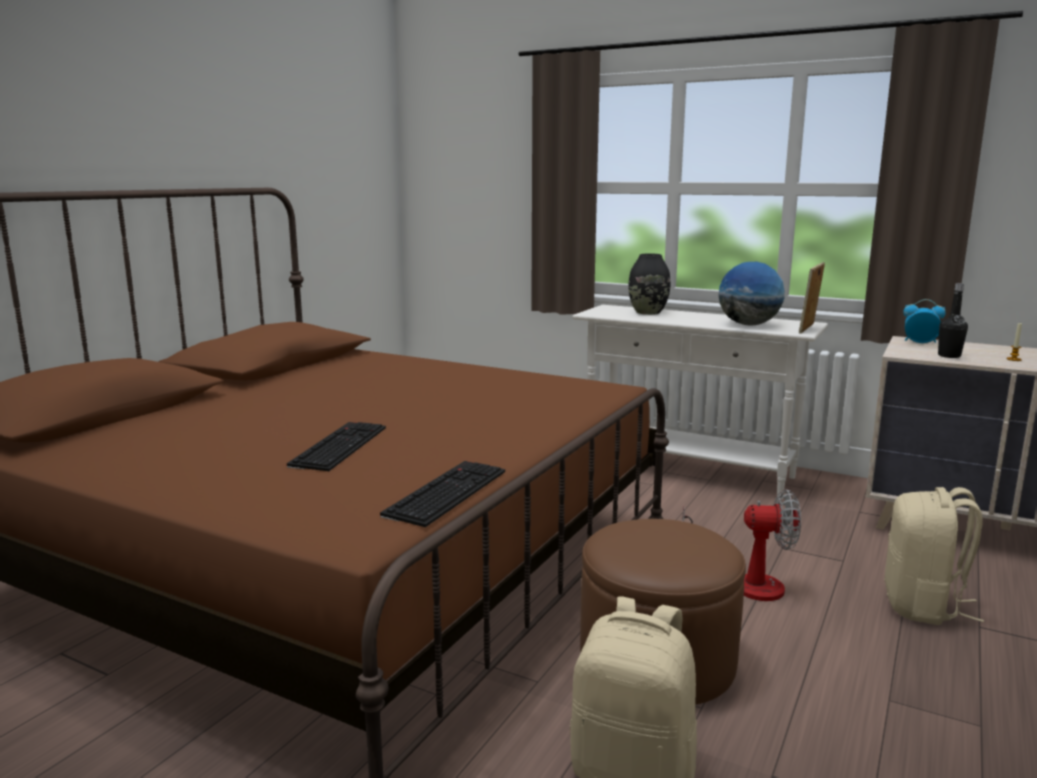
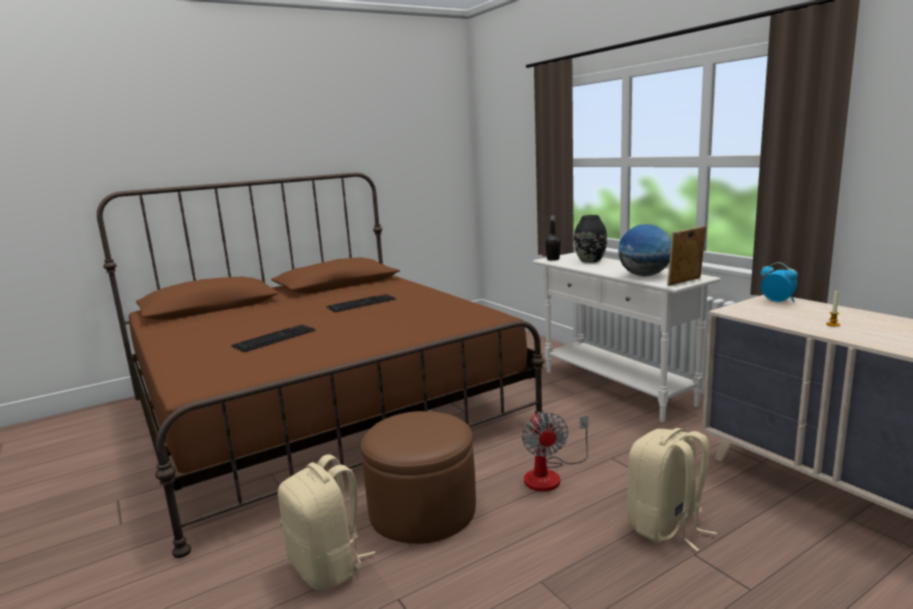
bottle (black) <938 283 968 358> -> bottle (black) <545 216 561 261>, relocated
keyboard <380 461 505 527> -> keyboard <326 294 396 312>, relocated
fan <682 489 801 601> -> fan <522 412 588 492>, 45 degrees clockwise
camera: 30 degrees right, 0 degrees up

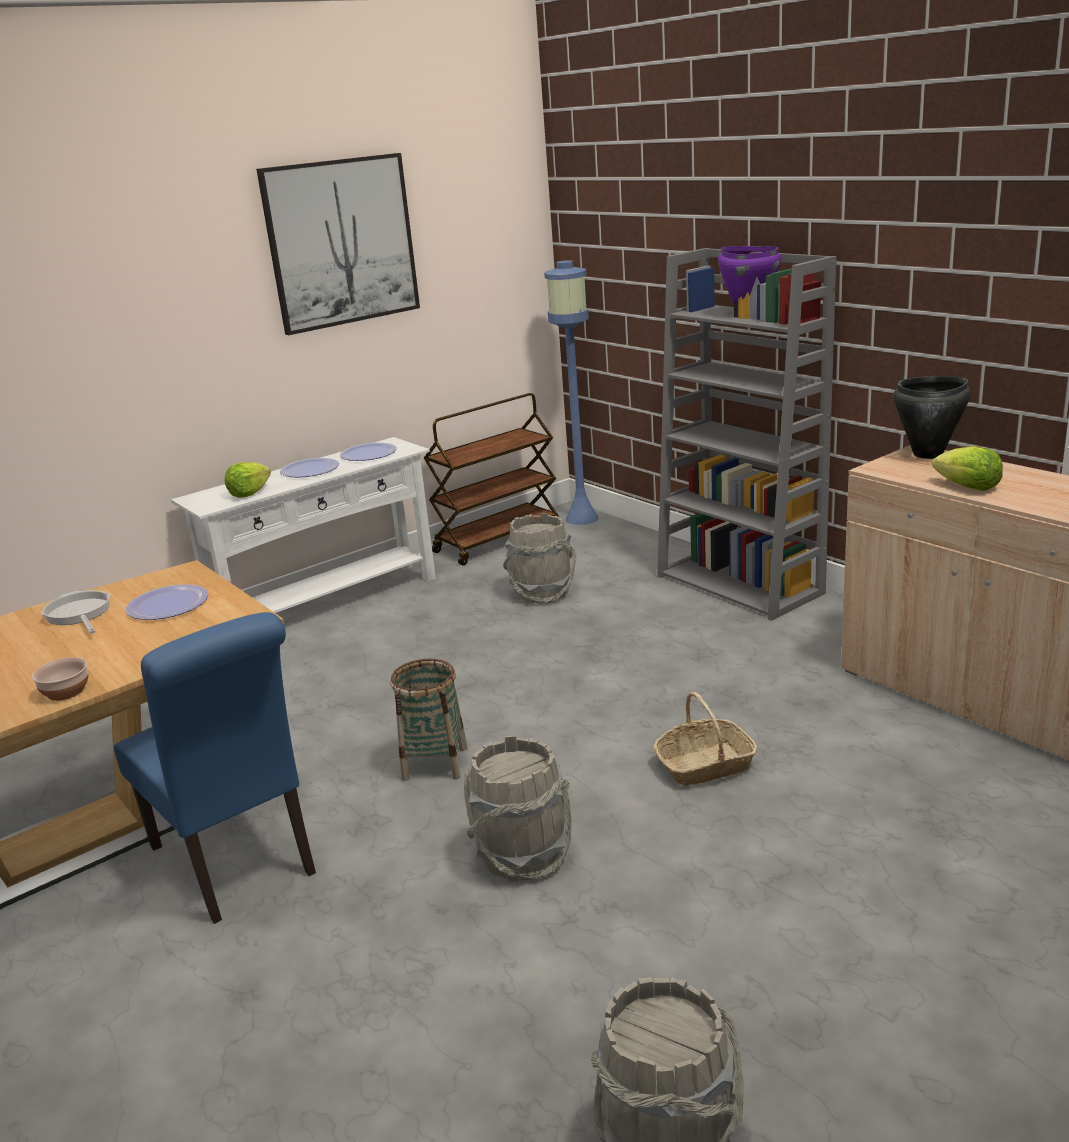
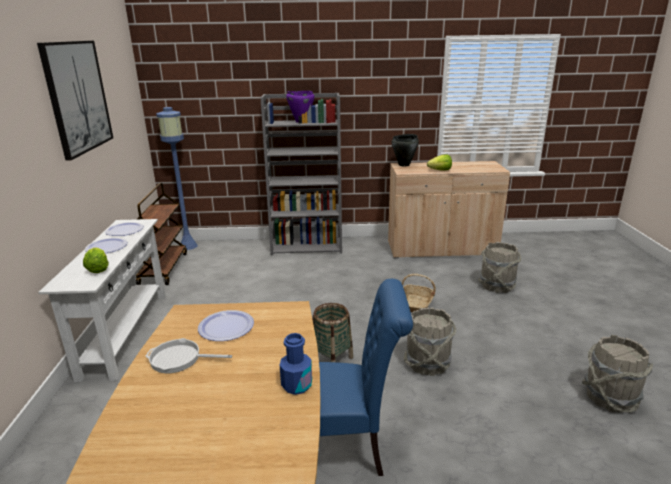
bucket (grey) <503 513 577 603> -> bucket (grey) <478 242 521 293>, relocated
bowl <32 657 88 701> -> bottle (blue) <280 333 312 395>
camera: 55 degrees left, 0 degrees up

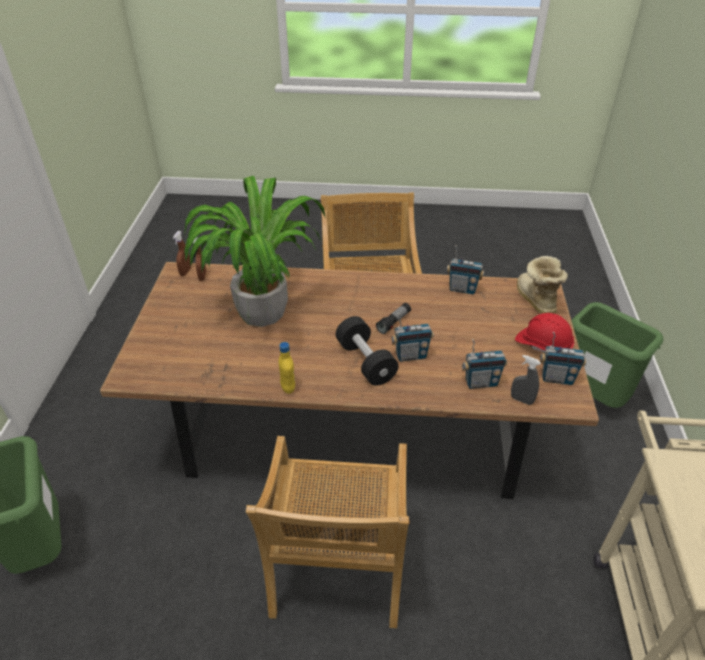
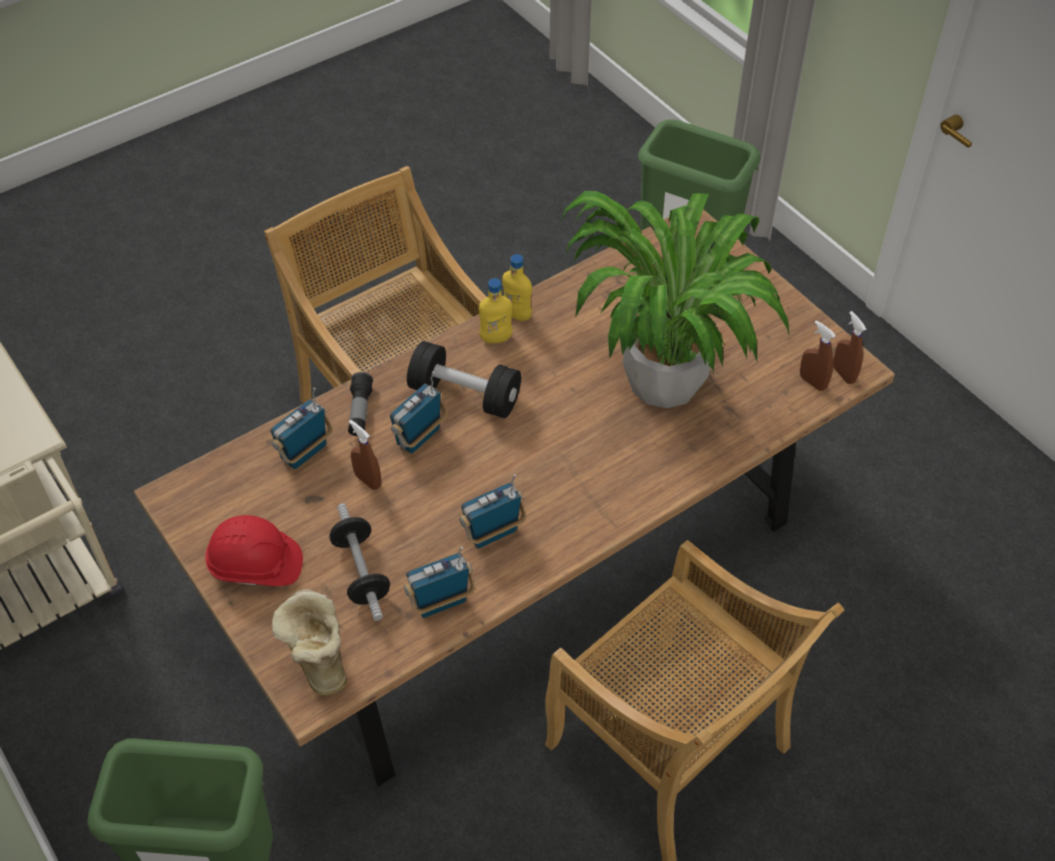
boot <517 256 568 314> -> boot <272 589 347 695>, 150 degrees counterclockwise
flashlight <376 303 411 334> -> flashlight <348 372 373 436>, relocated
radio <540 332 586 385> -> radio <459 474 526 549>, relocated
spray bottle (grey) <511 355 541 405> -> none
none -> bottle (yellow) <479 278 513 343>
none -> spray bottle (brown) <349 420 381 490>
none -> dumbbell <329 503 390 621>
camera: 140 degrees right, 10 degrees up

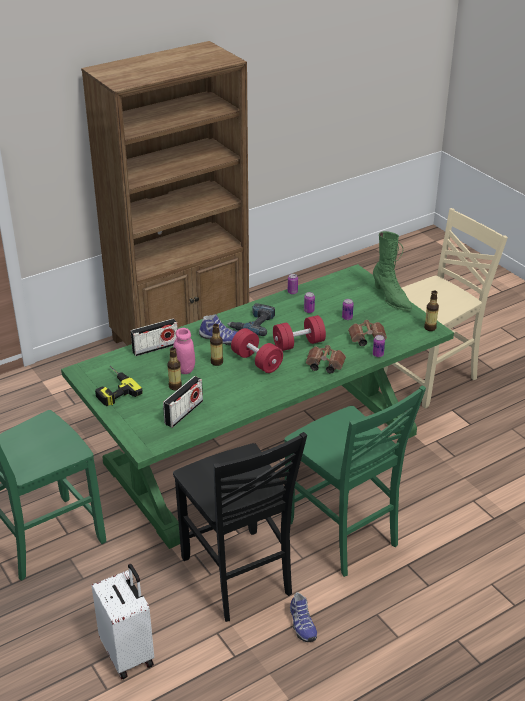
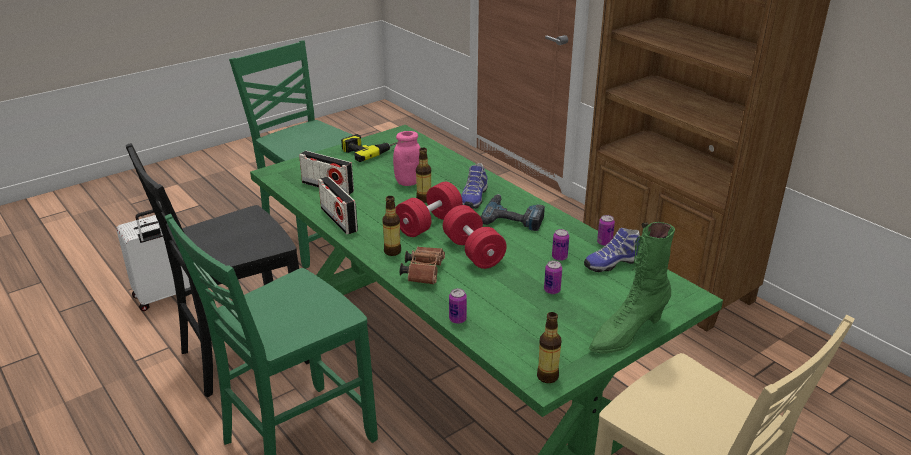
radio <131 318 178 356> -> radio <318 176 358 234>, relocated
binoculars (brown) <348 320 387 346> -> none
bottle <167 347 182 390> -> bottle <382 196 401 256>, relocated
shoe <290 592 317 642> -> shoe <584 228 640 272>, relocated
camera: 85 degrees right, 5 degrees down

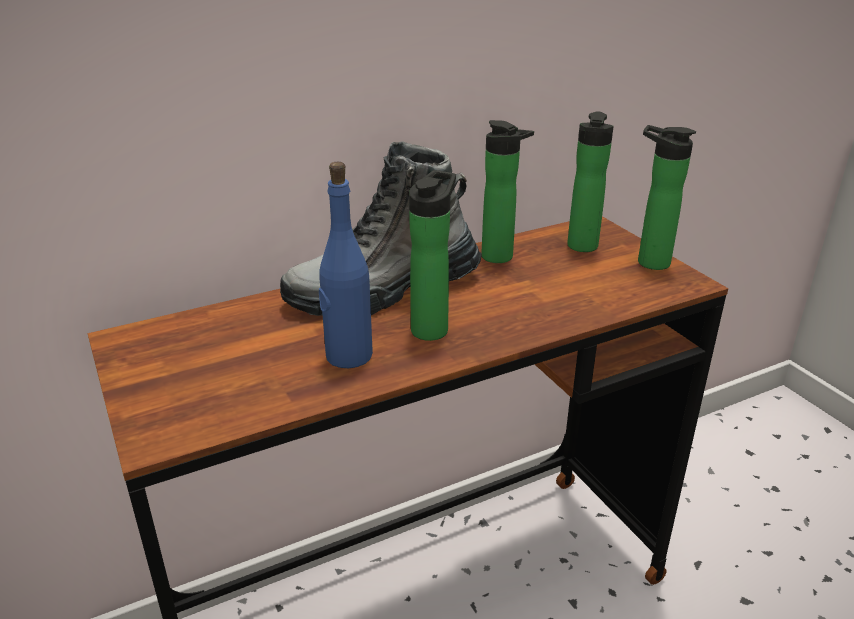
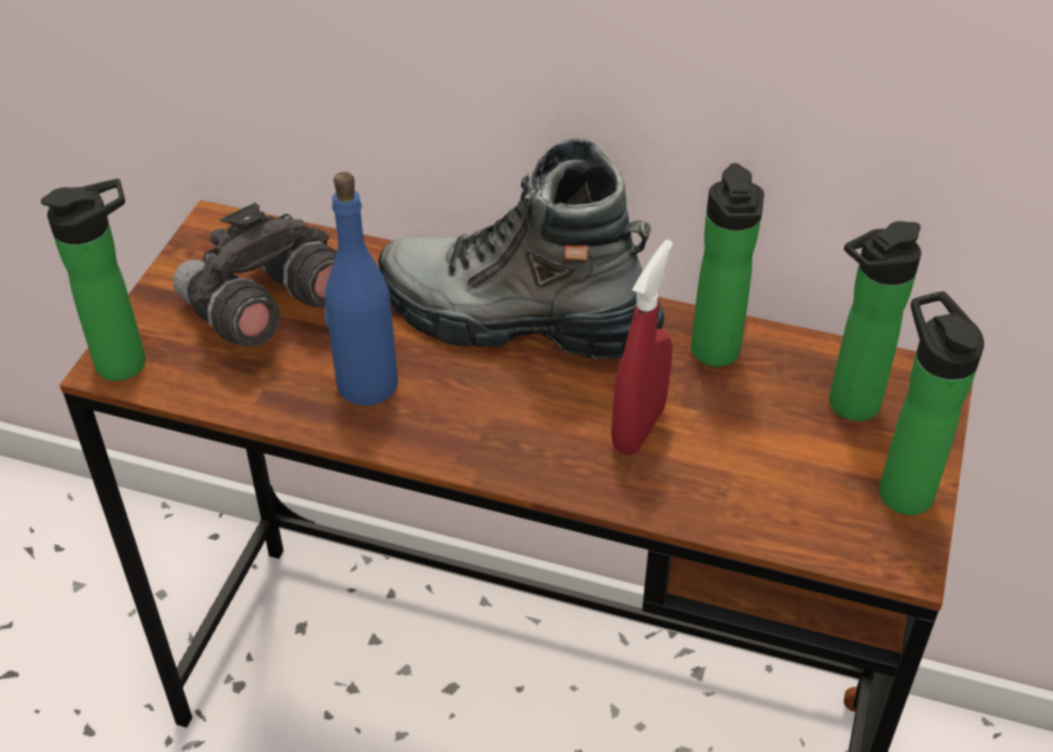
bottle <409 170 456 341> -> bottle <41 179 146 381>, relocated
none -> binoculars (grey) <173 202 337 347>
none -> spray bottle (red) <611 240 673 455>
camera: 45 degrees right, 15 degrees up

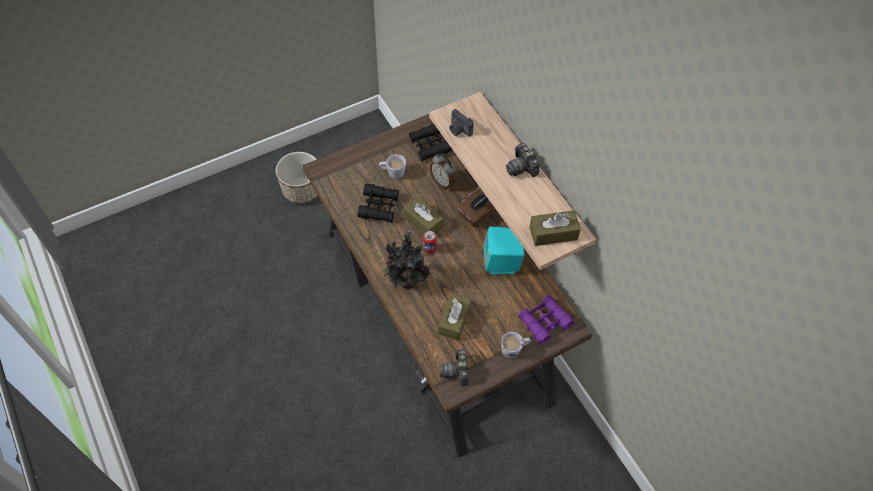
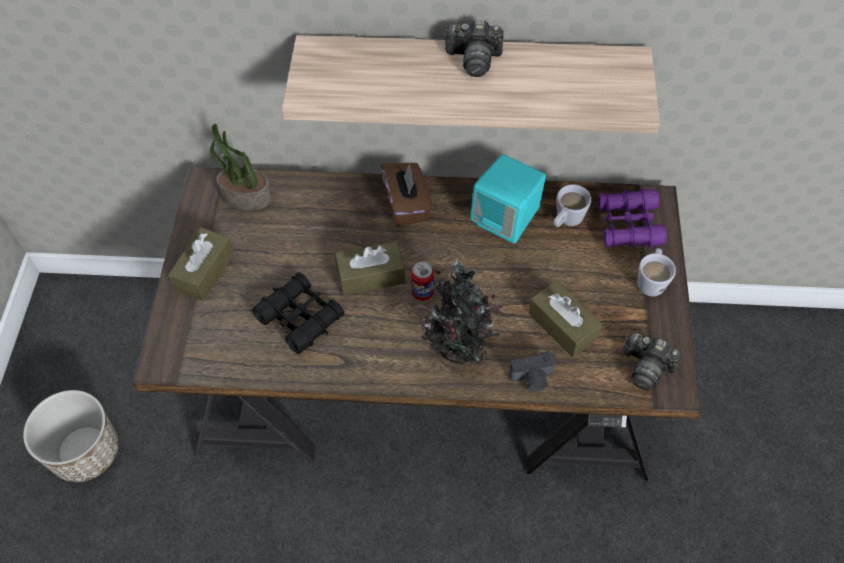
photo camera <449 109 474 137> -> photo camera <509 351 556 392>, relocated
binoculars (black) <409 124 453 161> -> potted plant <210 124 273 210>
mug (white) <379 154 406 179> -> mug (white) <553 184 591 227>, relocated
alarm clock <430 154 456 189> -> none
tissue box (brown) <529 210 581 246> -> tissue box (brown) <168 227 234 301>, relocated
camera: 55 degrees left, 0 degrees up

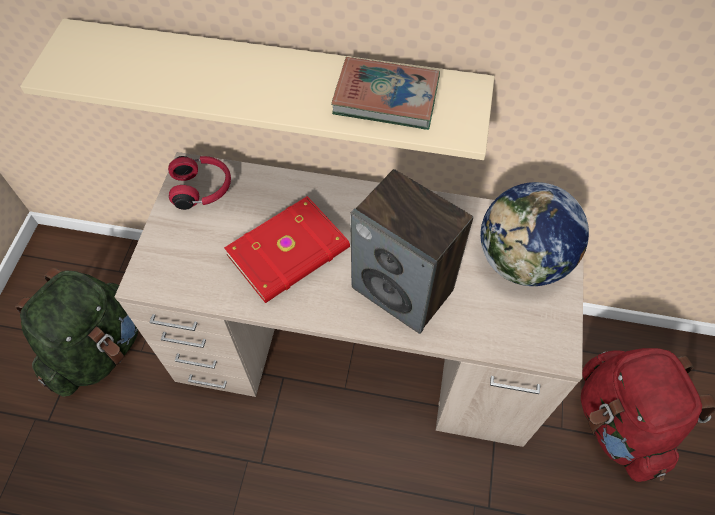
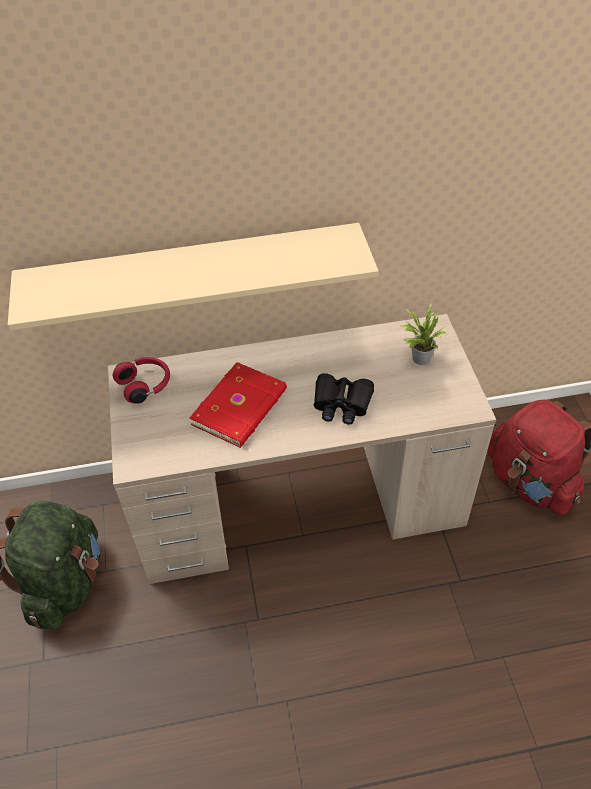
book <331 57 440 130> -> none
speaker <350 169 473 334> -> binoculars (black) <314 373 374 425>
globe <480 182 589 286> -> potted plant <401 303 447 365>
camera: 20 degrees left, 10 degrees down

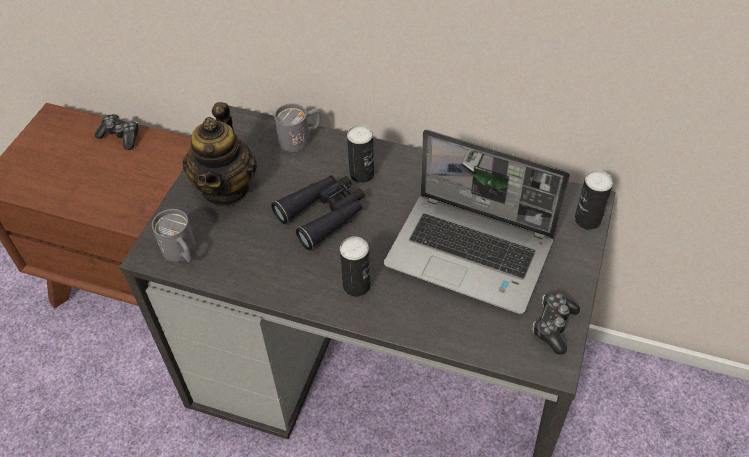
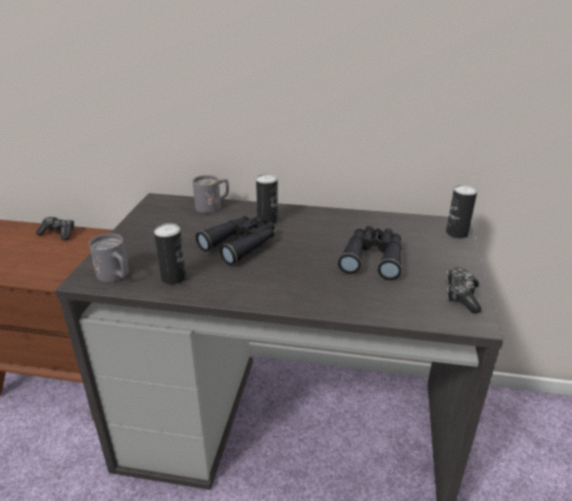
teapot <182 102 257 207> -> none
laptop <384 130 570 314> -> binoculars (black) <338 226 402 280>
can <340 236 371 297> -> can <154 223 186 285>, relocated
camera: 10 degrees left, 20 degrees down

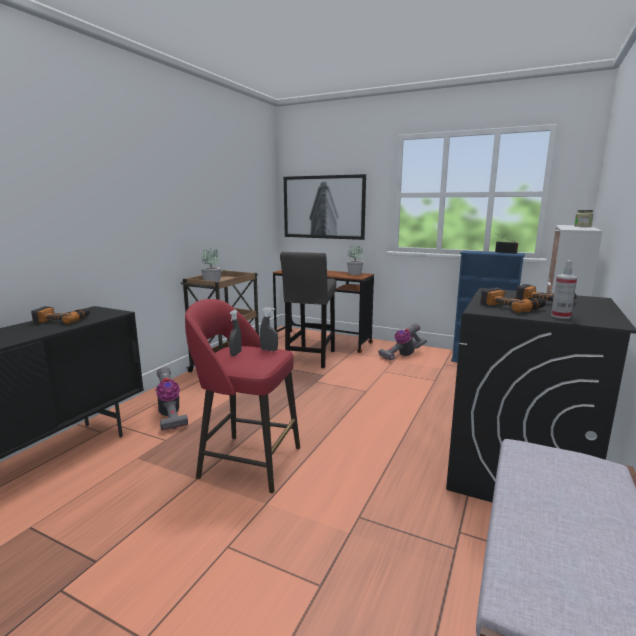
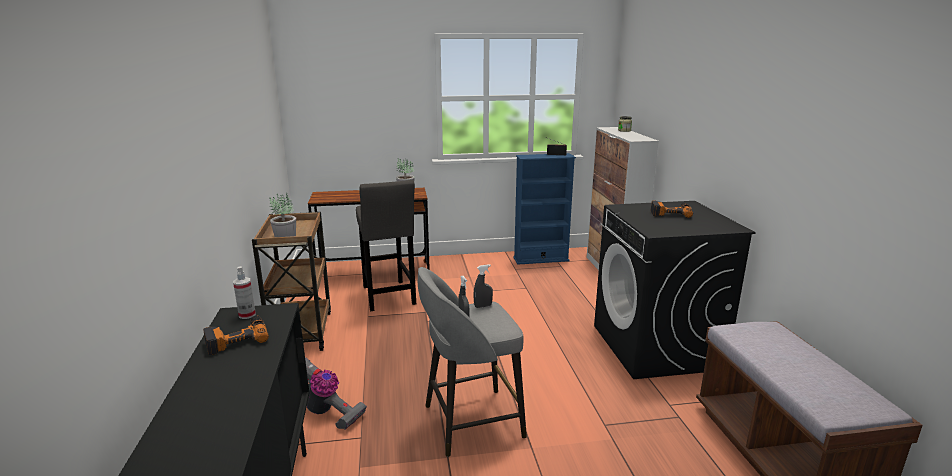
picture <284 174 366 240> -> none
spray bottle <551 261 577 319> -> spray bottle <233 266 256 319>, relocated
power drill <480 288 546 313> -> none
stool (red) <185 299 300 493> -> stool (grey) <418 267 527 457>
vacuum cleaner <378 323 427 361> -> none
camera: 35 degrees left, 5 degrees up

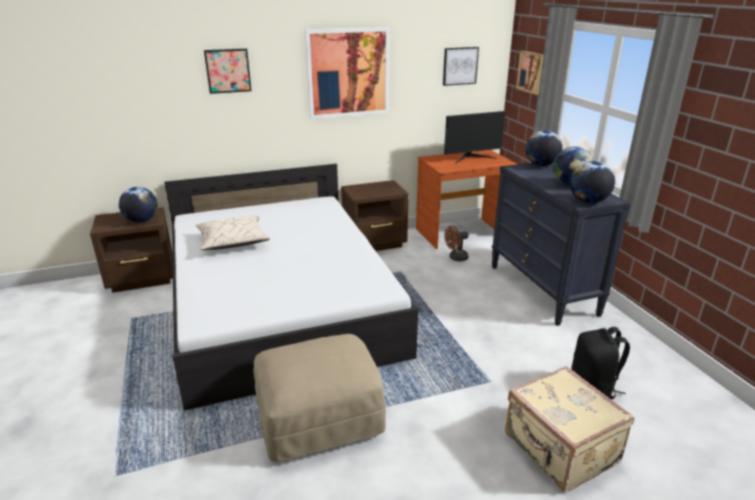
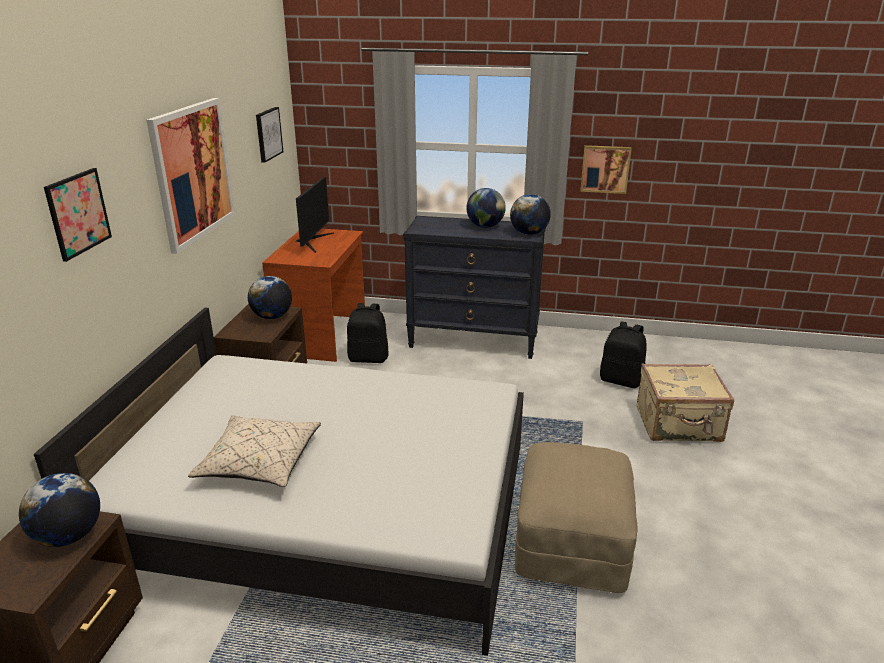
picture <516 51 543 95> -> picture <580 145 632 194>, relocated
globe <526 130 562 166> -> globe <248 276 292 319>, relocated
fan (brown) <444 226 469 262> -> backpack (black) <347 303 389 363>
camera: 60 degrees left, 0 degrees up

